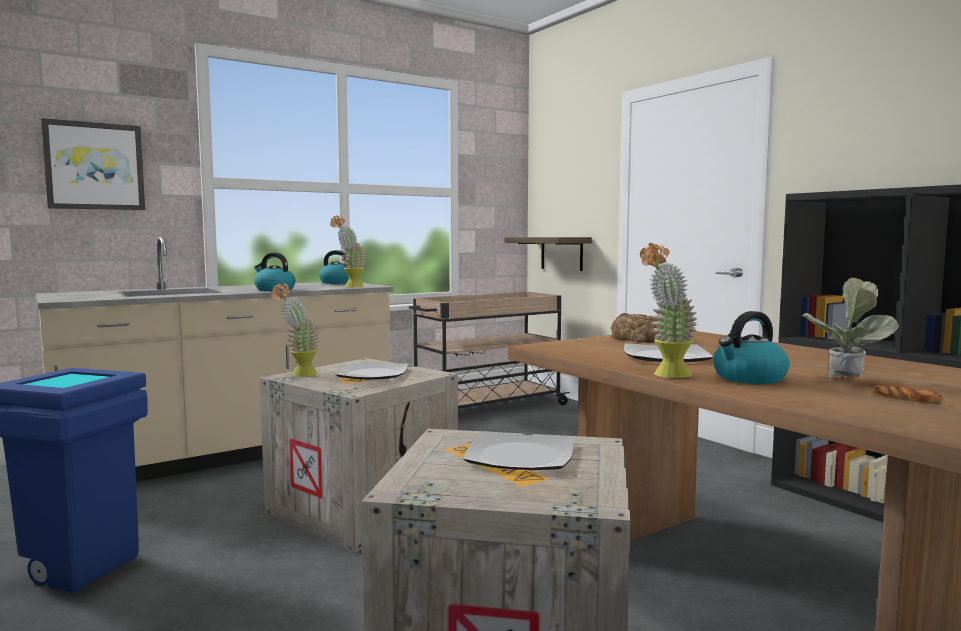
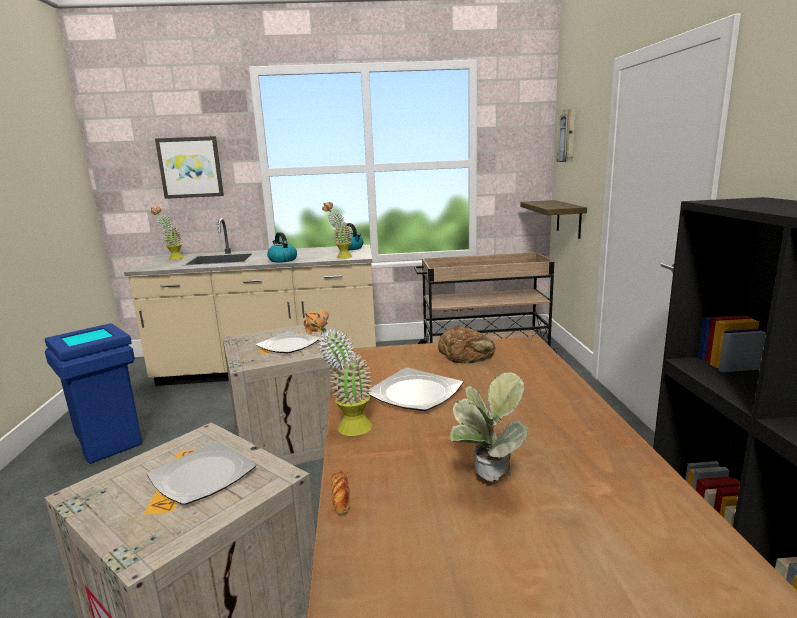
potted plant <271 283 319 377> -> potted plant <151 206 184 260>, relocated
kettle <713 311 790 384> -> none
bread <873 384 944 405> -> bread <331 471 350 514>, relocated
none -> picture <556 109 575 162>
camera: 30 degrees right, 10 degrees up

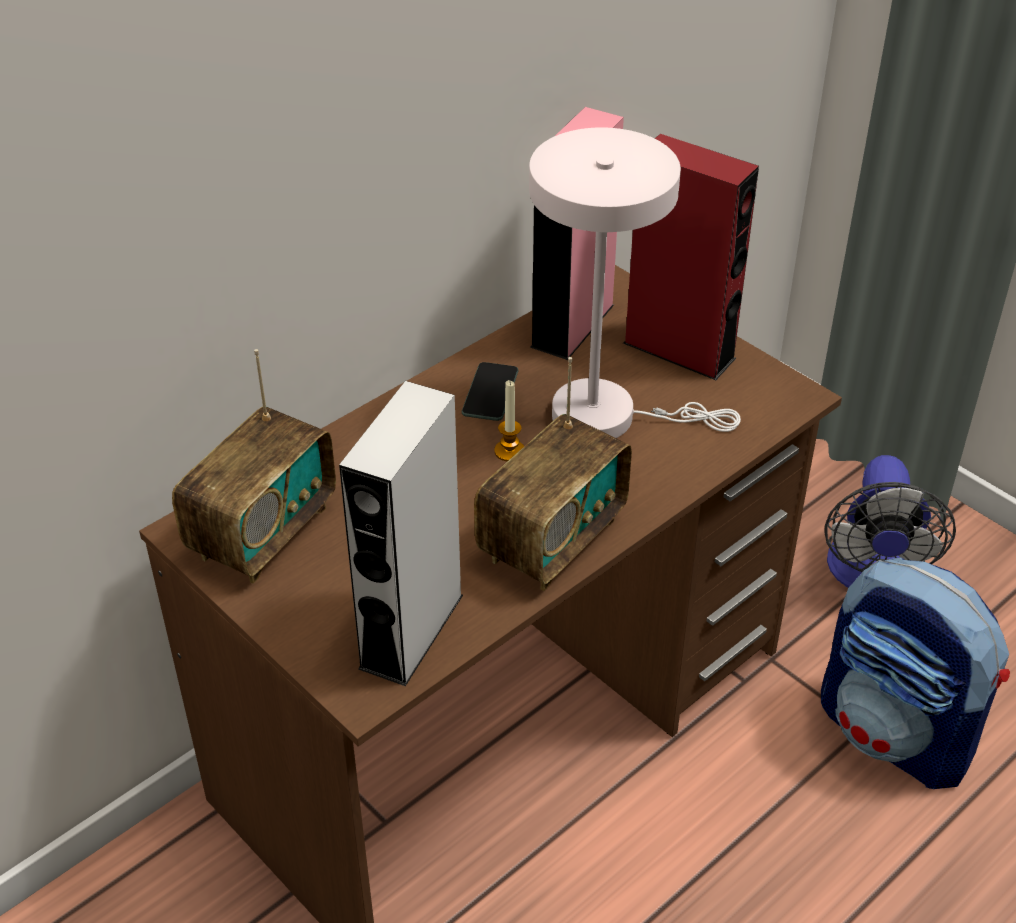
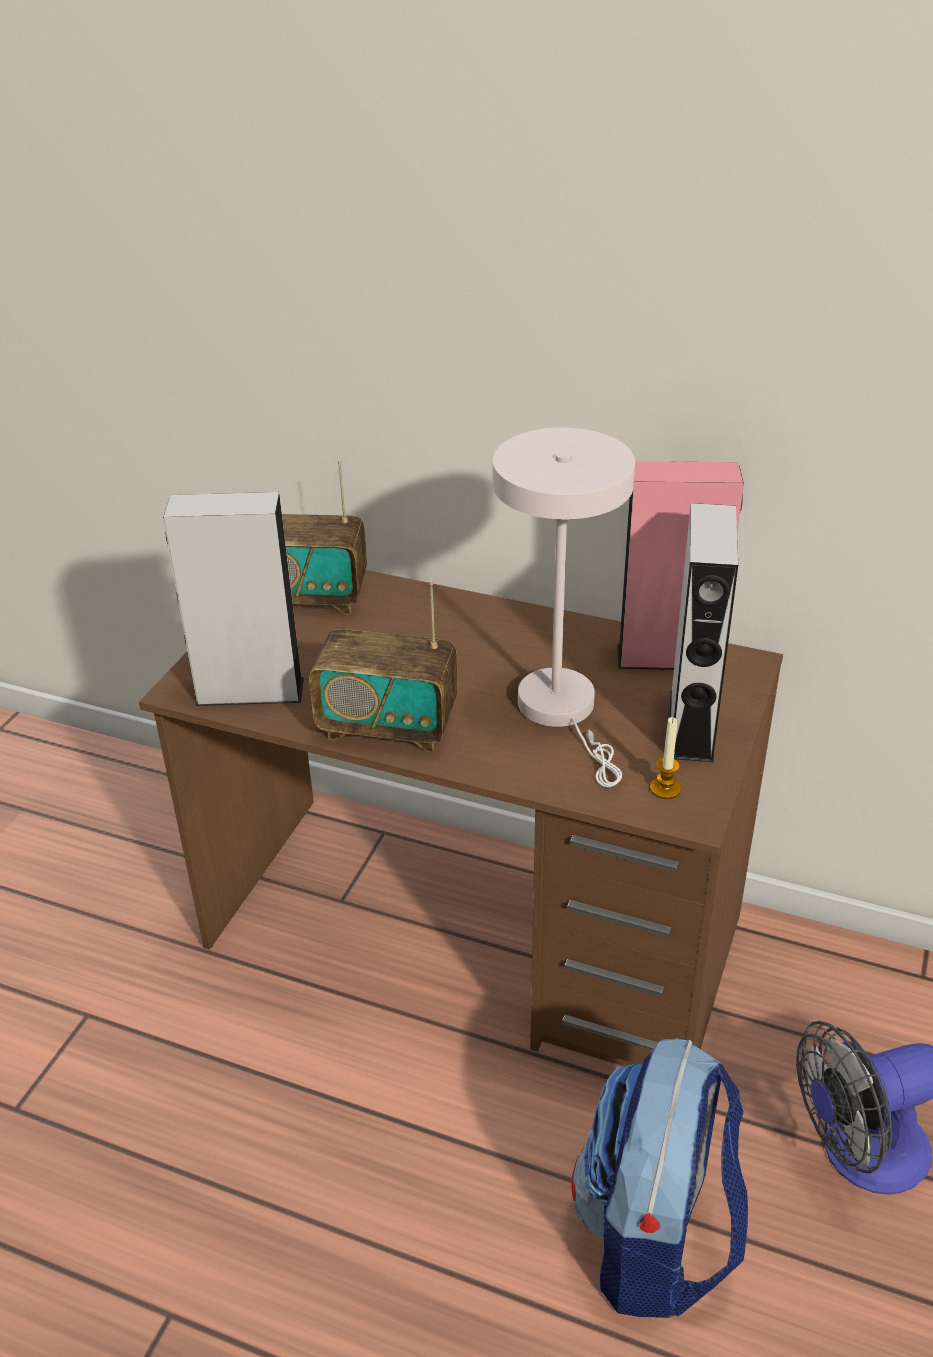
speaker (red) <623 134 759 380> -> speaker (grey) <670 503 738 763>
phone <462 362 518 421> -> none
candle <494 380 524 461> -> candle <650 717 681 799>, relocated
camera: 65 degrees right, 5 degrees down

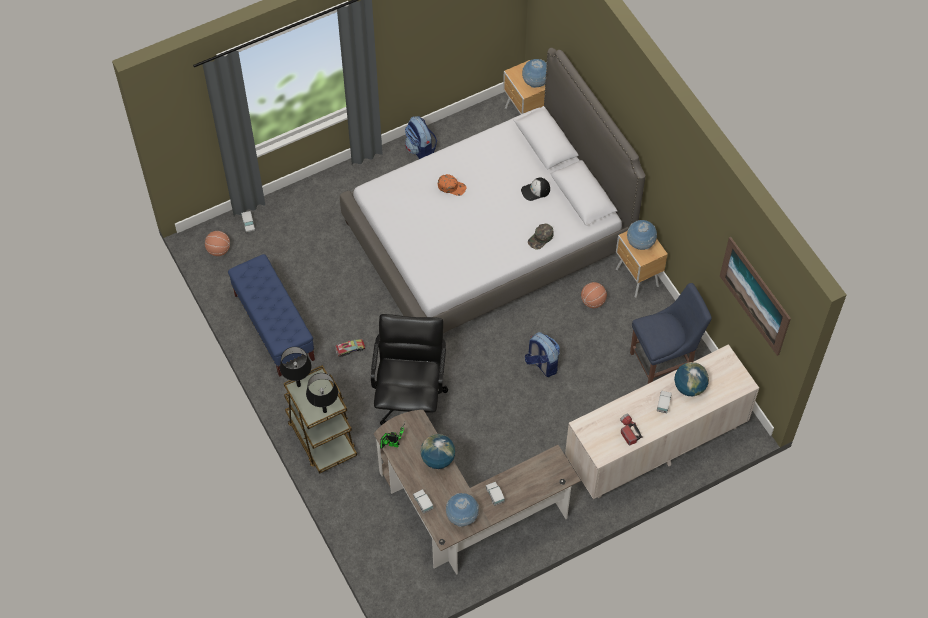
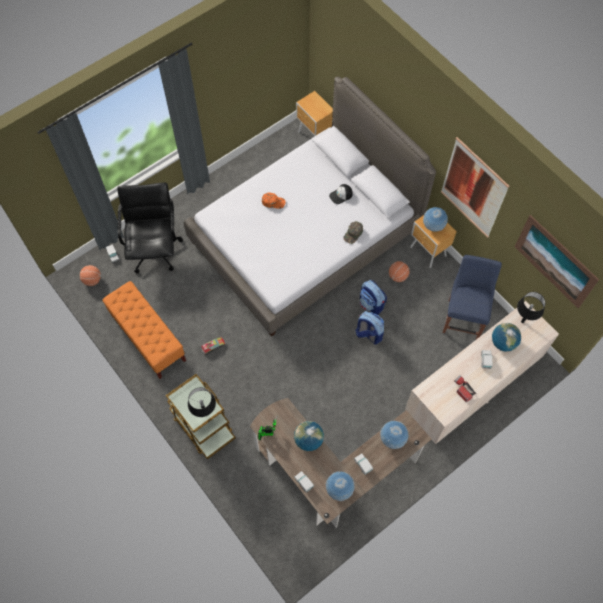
globe <522 59 547 88> -> globe <380 421 408 449>, relocated
backpack <405 116 437 159> -> backpack <360 280 387 315>, relocated
bench (blue) <228 254 315 377> -> bench (orange) <102 281 186 379>
chair (blue) <630 283 712 384> -> chair (blue) <442 255 502 339>, 45 degrees counterclockwise
office chair (black) <371 314 448 425> -> office chair (black) <117 183 183 273>, relocated
table lamp (black) <280 347 312 387> -> table lamp (black) <517 292 545 323>, relocated
none -> picture <441 137 509 238>
camera: 10 degrees left, 5 degrees up

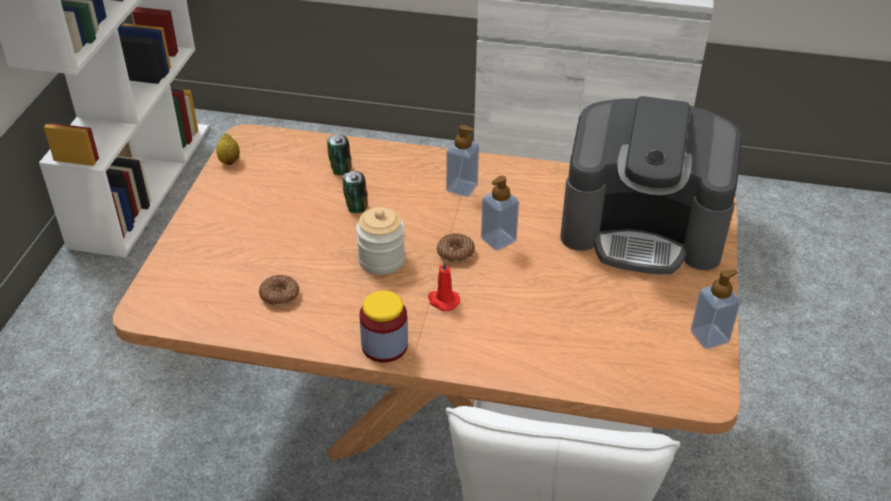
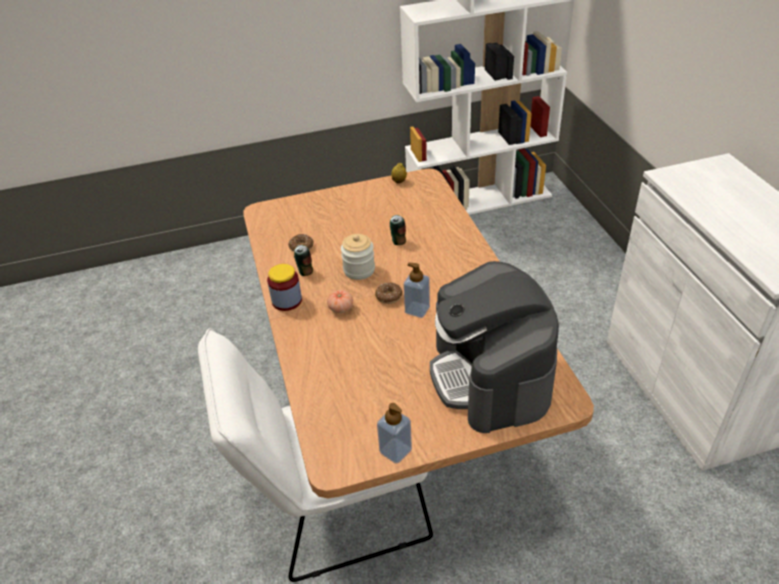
soap dispenser <446 125 479 197> -> none
can <327 134 351 175> -> can <294 245 313 276>, relocated
candle (red) <428 259 460 311> -> tomato <327 290 353 313>
camera: 65 degrees right, 0 degrees up

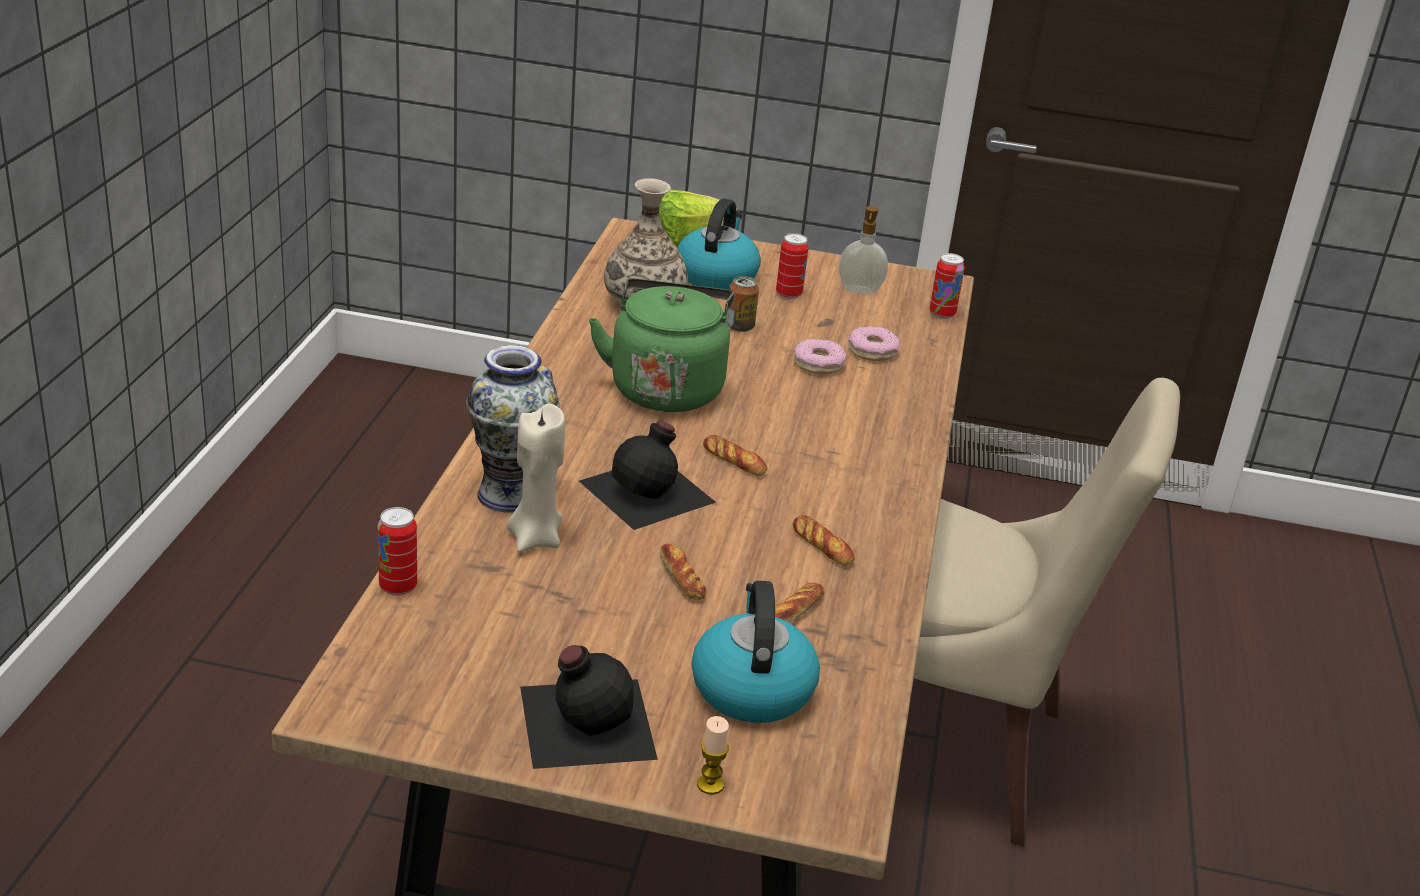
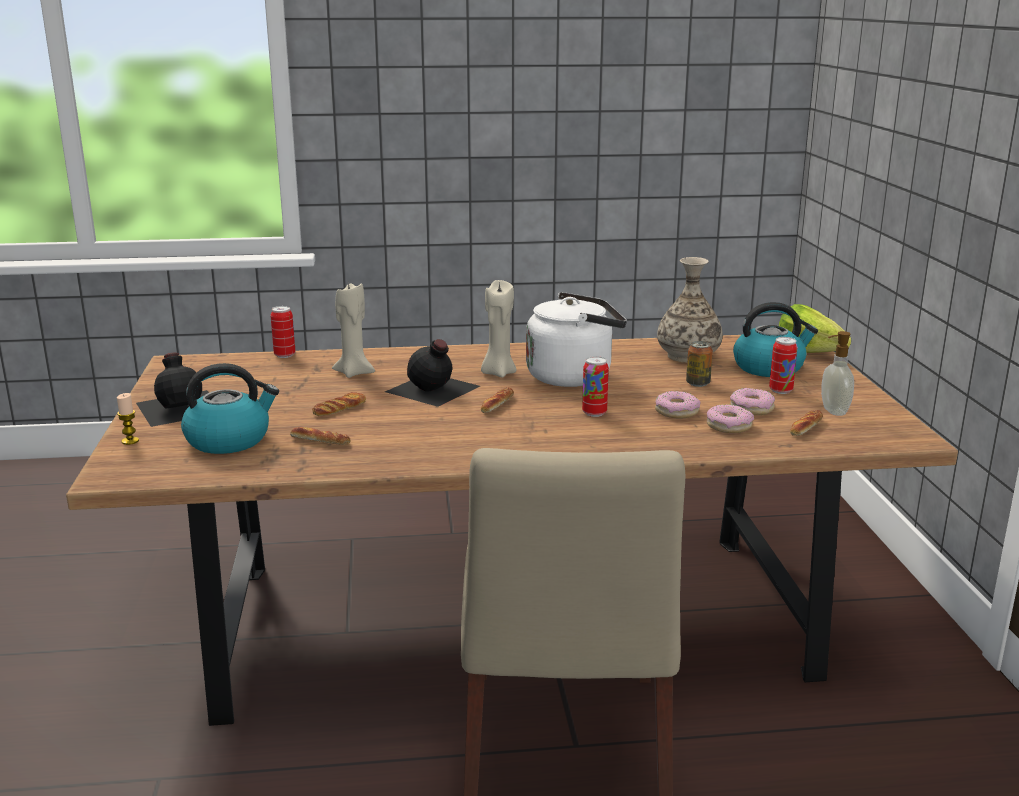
can <930 253 965 319> -> can <582 356 609 417>, relocated
kettle (green) <589 278 734 412> -> kettle (white) <526 292 627 387>
vase <466 345 560 513> -> none
bread <793 515 855 566> -> bread <790 410 823 436>, relocated
none -> candle (beige) <481 280 516 378>
none -> donut <730 388 775 415>
camera: 75 degrees right, 10 degrees down

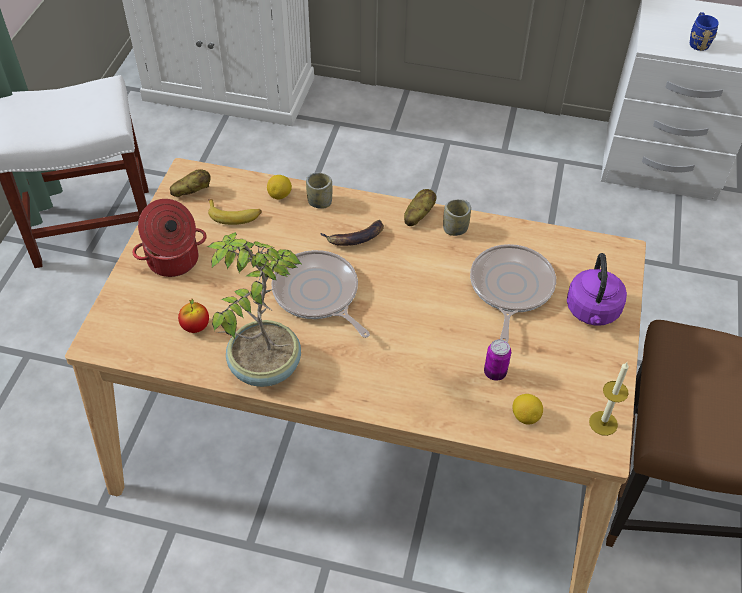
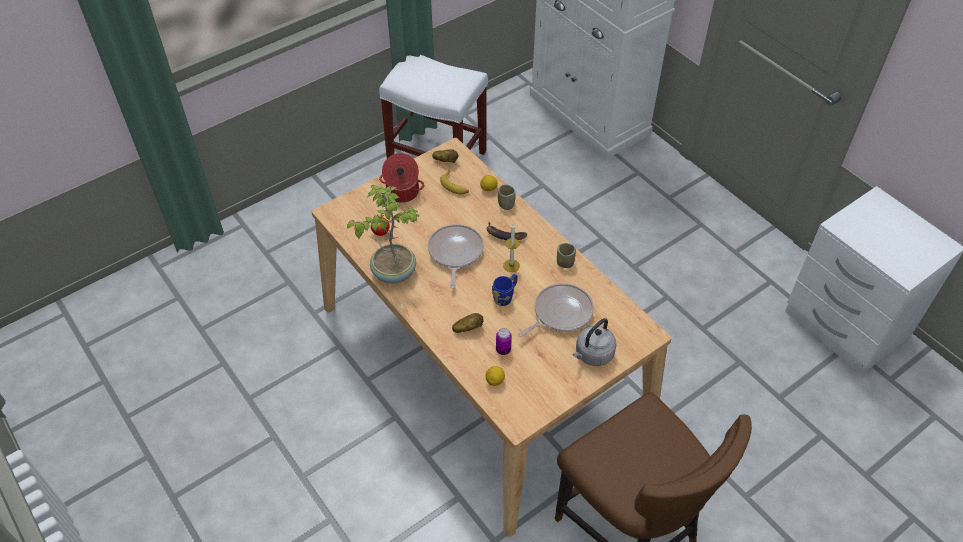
mug (blue) <690 12 718 51> -> mug (blue) <492 274 518 306>, relocated
potato <404 189 437 226> -> potato <452 313 483 333>, relocated
kettle (purple) <567 253 627 326> -> kettle (grey) <573 318 616 366>
candle <589 362 629 436> -> candle <503 224 520 272>, relocated
camera: 40 degrees right, 0 degrees up

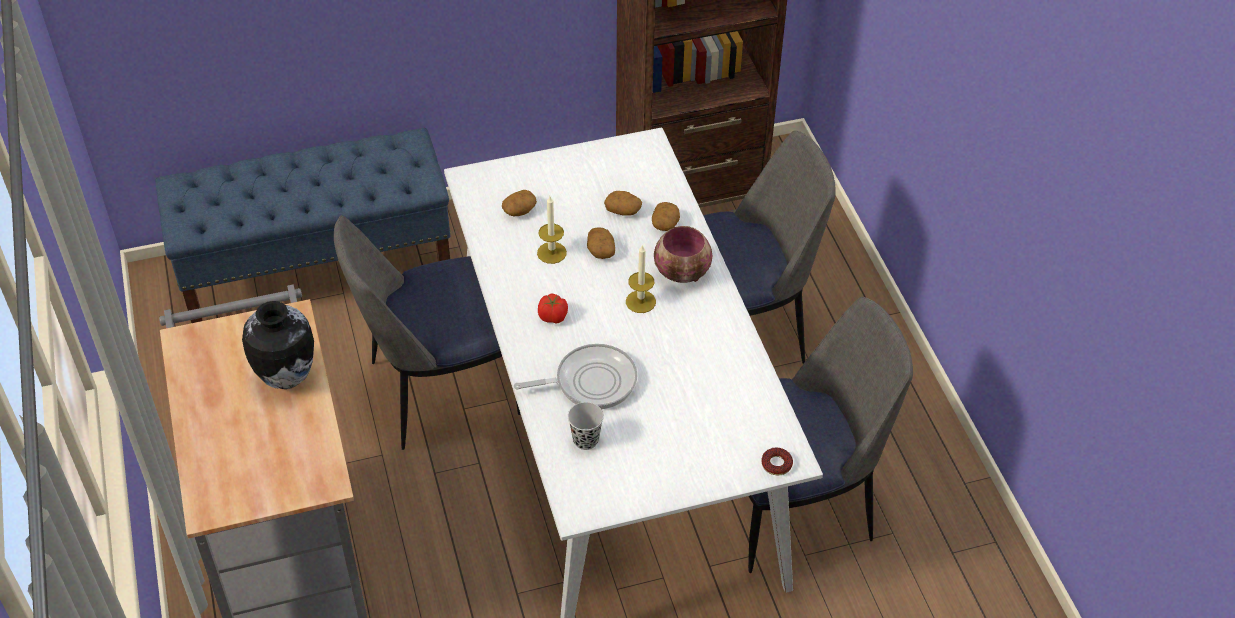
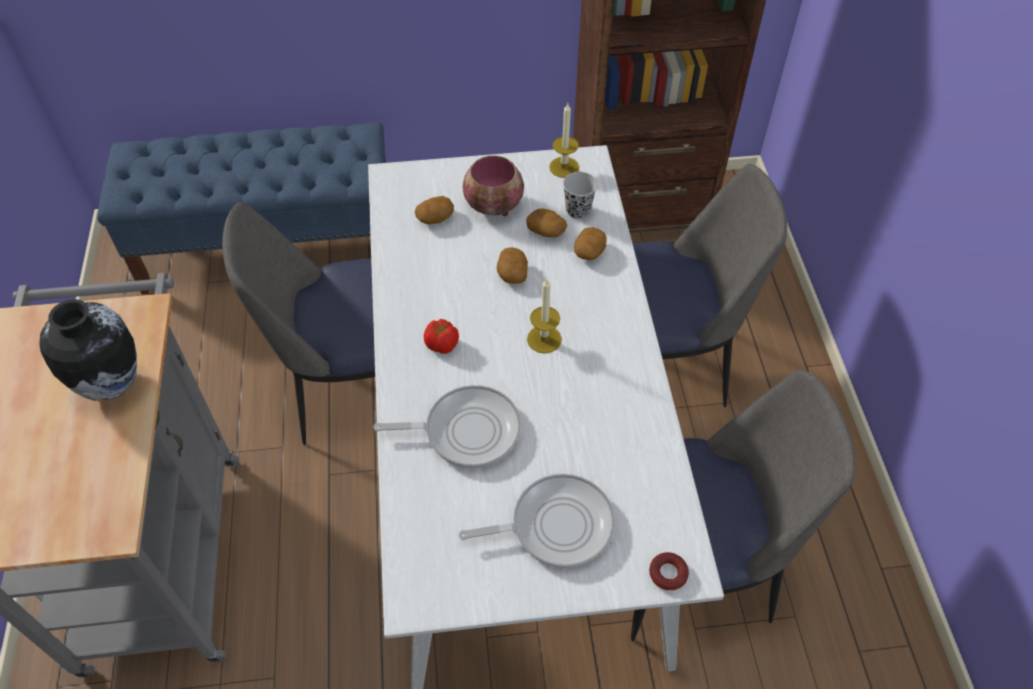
candle <537 196 567 264> -> candle <549 103 579 178>, relocated
bowl <654 226 712 283> -> bowl <463 156 524 216>, relocated
cup (black) <568 402 604 450> -> cup (black) <563 172 598 219>, relocated
none -> frying pan <459 474 615 568>
camera: 10 degrees right, 5 degrees up

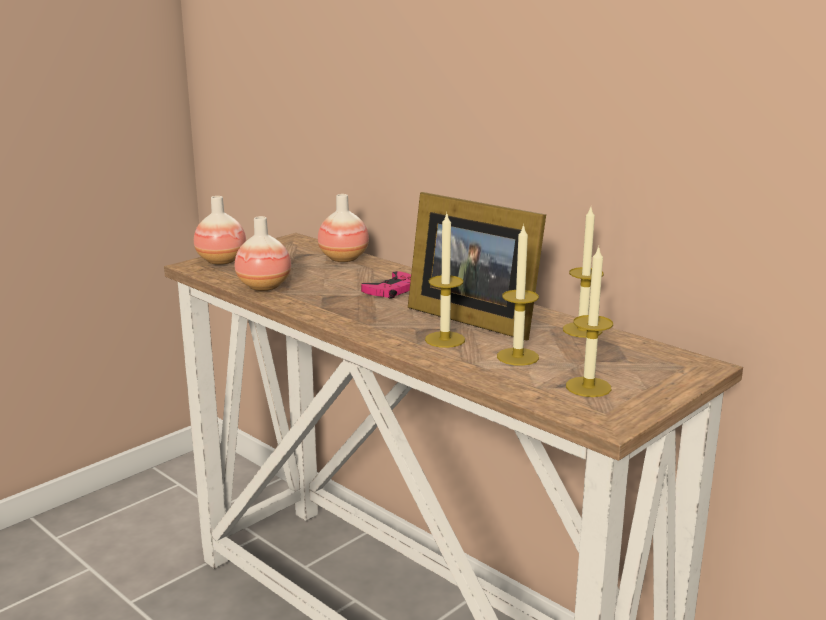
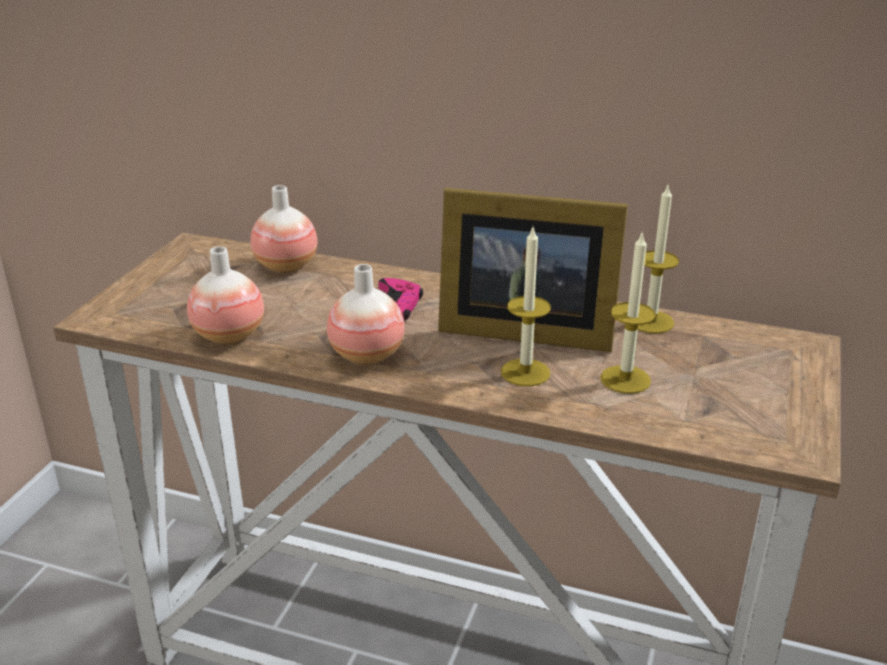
vase <194 196 246 265> -> vase <327 264 405 365>, relocated
candle <566 246 613 397> -> none
camera: 25 degrees left, 10 degrees up

